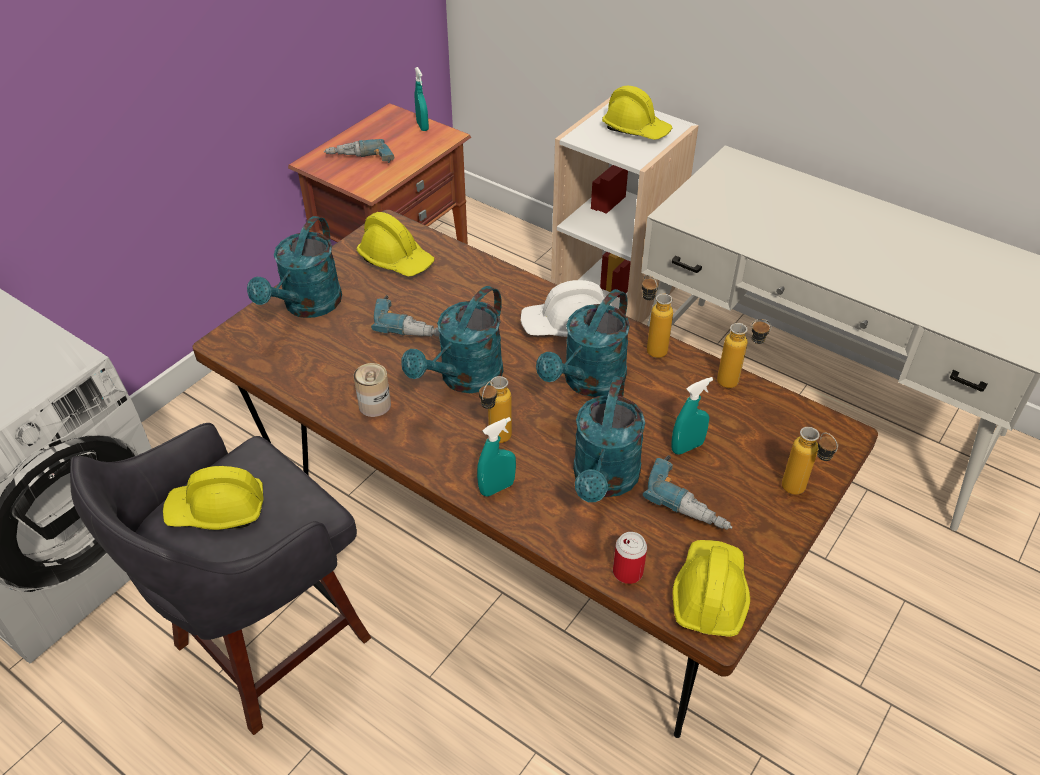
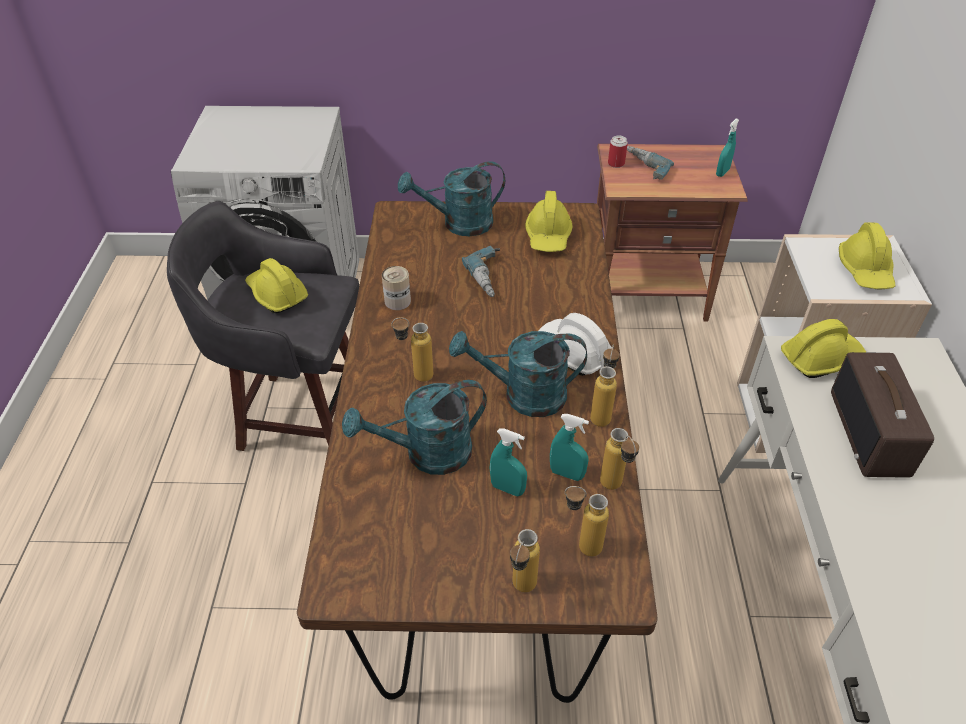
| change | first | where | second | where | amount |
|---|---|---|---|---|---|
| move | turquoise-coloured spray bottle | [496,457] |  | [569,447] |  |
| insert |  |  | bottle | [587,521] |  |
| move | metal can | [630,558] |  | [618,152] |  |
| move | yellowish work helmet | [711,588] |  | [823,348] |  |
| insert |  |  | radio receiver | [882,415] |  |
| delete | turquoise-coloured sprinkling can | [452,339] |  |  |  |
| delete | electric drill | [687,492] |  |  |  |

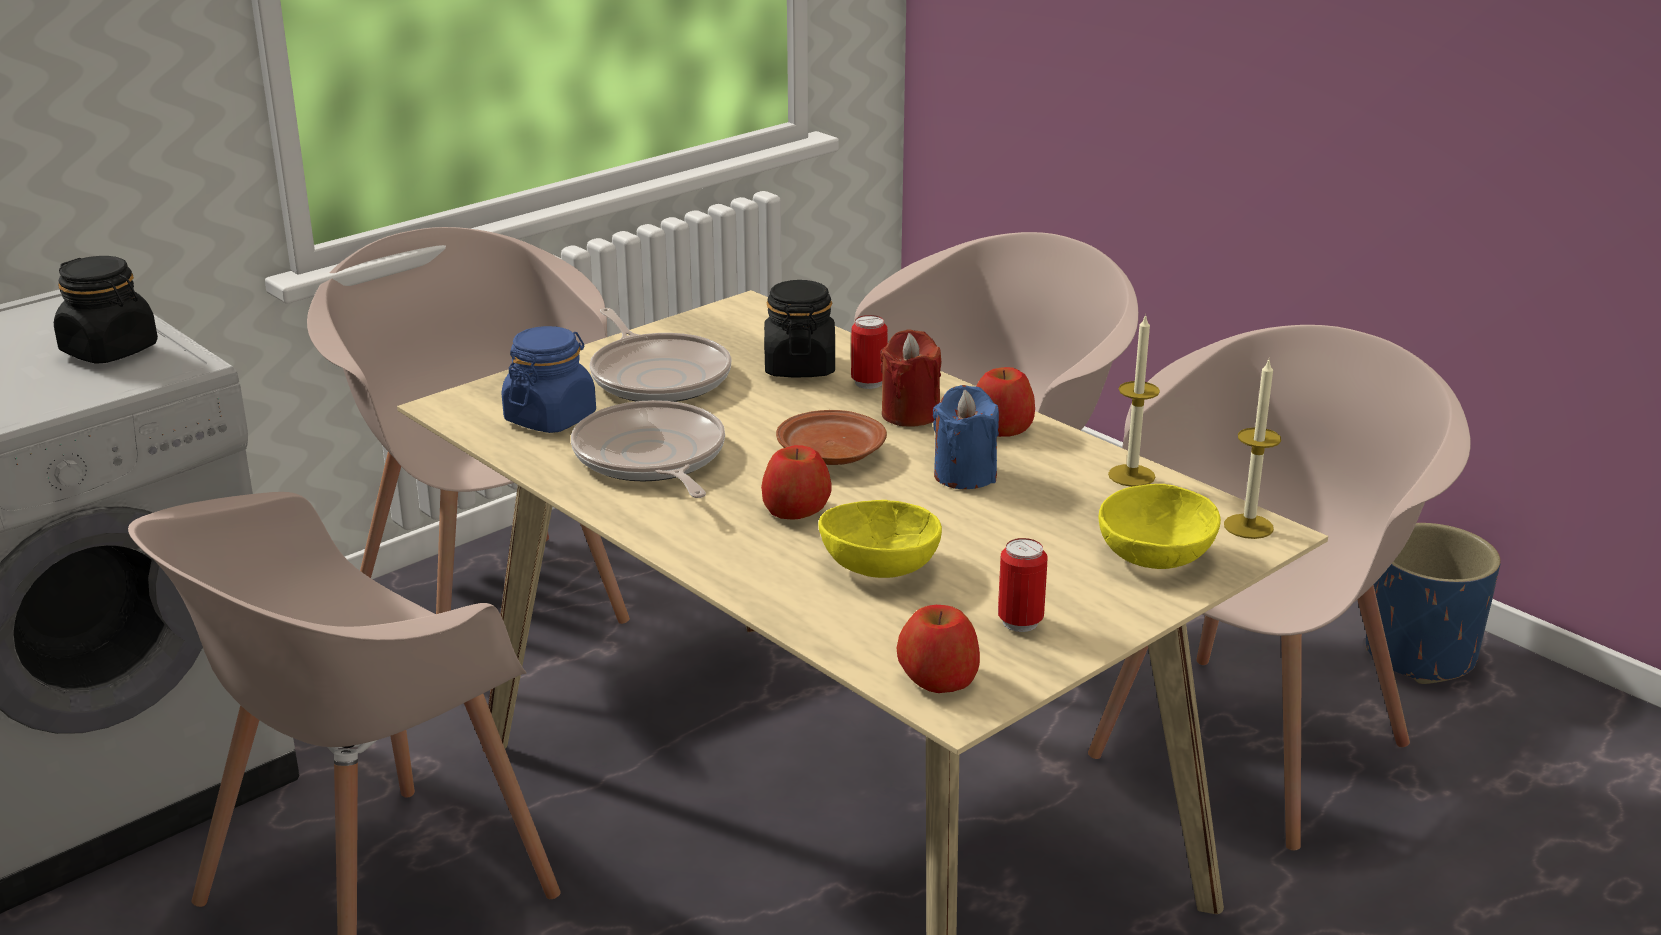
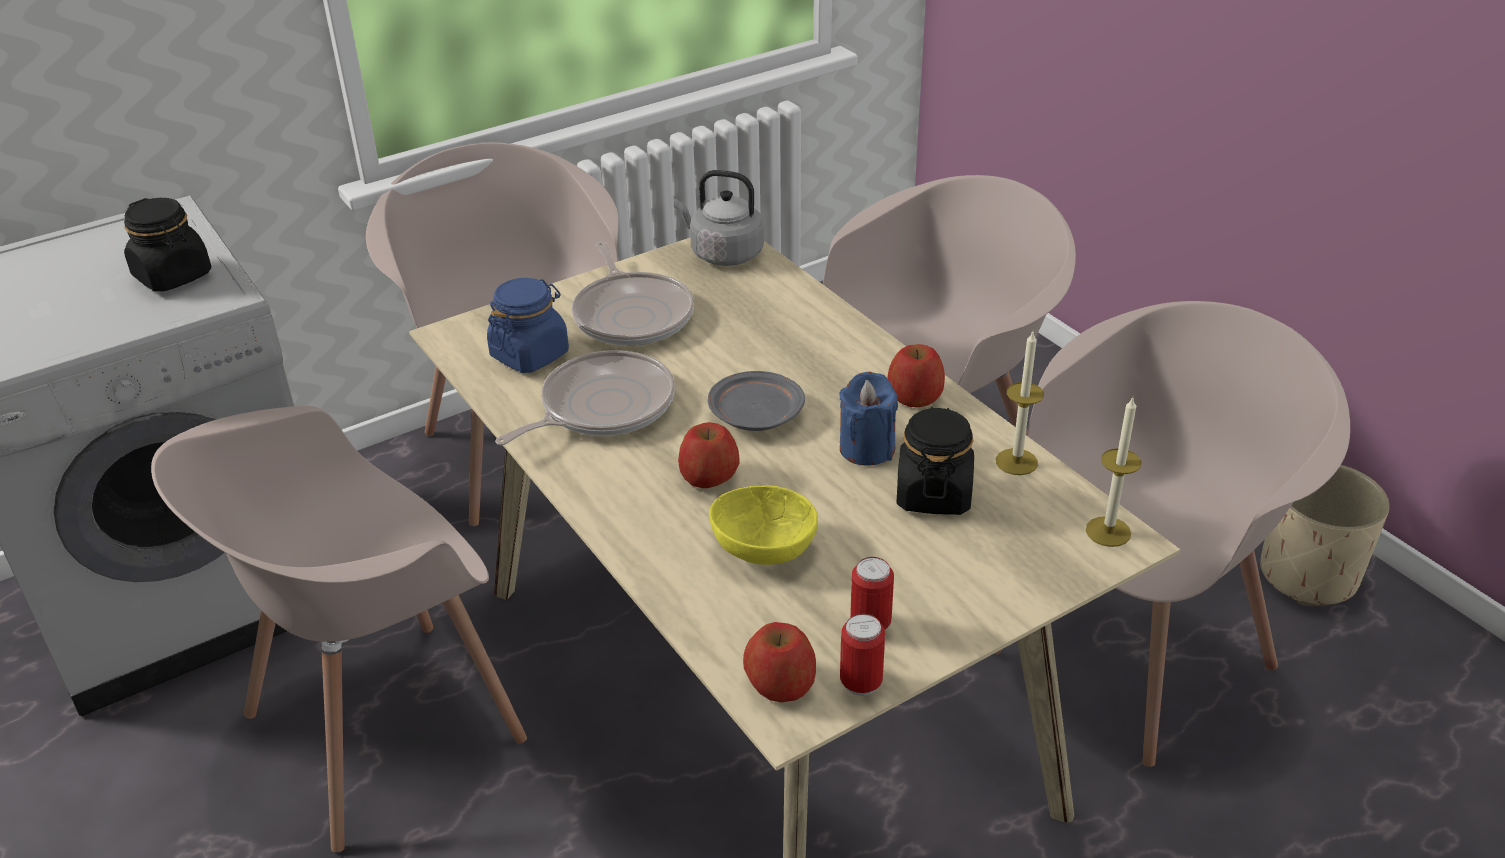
| change | first | where | second | where | amount |
|---|---|---|---|---|---|
| rotate | pan | [648,449] |  | [585,397] | 60 degrees clockwise |
| insert |  |  | greyish water kettle | [719,218] |  |
| recolor | brown dinner plate | [831,437] | greyish dinner plate | [756,401] |  |
| move | metal can | [869,352] |  | [862,655] |  |
| move | black-coloured jar | [799,329] |  | [935,461] |  |
| recolor | blue-coloured flower pot | [1433,603] | beige flower pot | [1325,535] |  |
| delete | red-coloured wax candle | [911,378] |  |  |  |
| delete | yellowish bowl | [1159,526] |  |  |  |

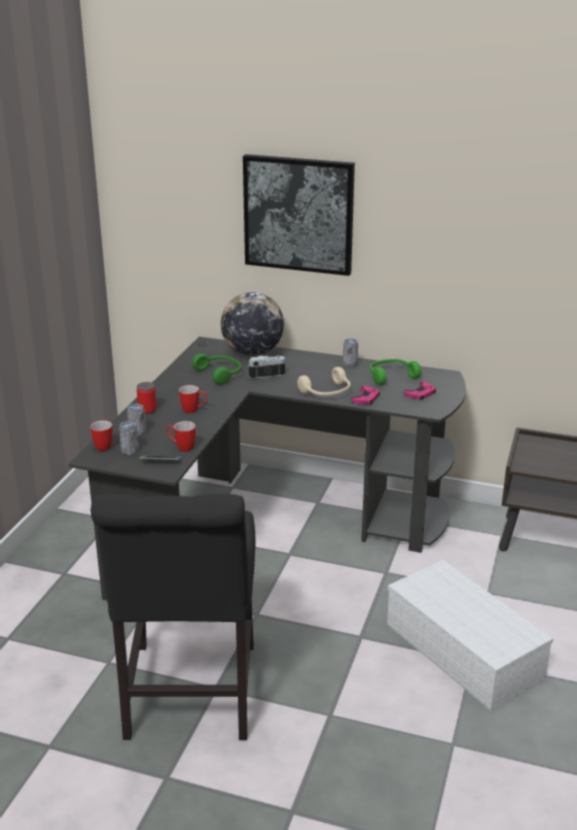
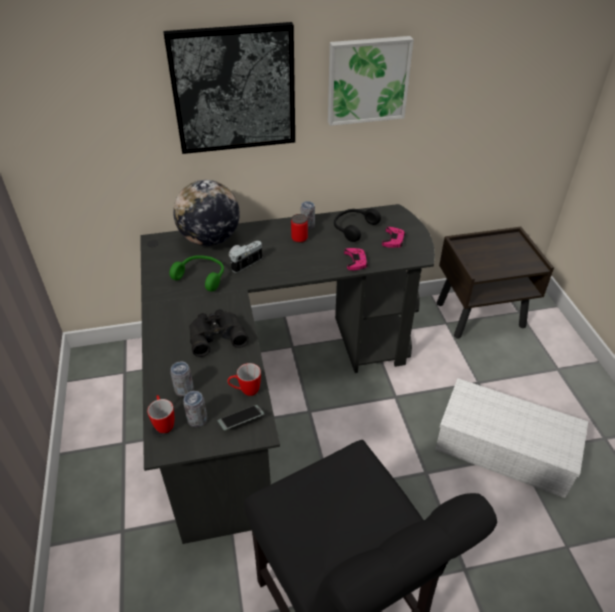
| change | first | where | second | where | amount |
|---|---|---|---|---|---|
| replace | tea mug | [193,399] | black-coloured binoculars | [219,333] |  |
| move | metal can | [147,398] |  | [299,228] |  |
| insert |  |  | wall picture | [371,81] |  |
| recolor | green pair of headphones | [395,372] | black-coloured pair of headphones | [357,225] |  |
| delete | beige pair of headphones | [324,381] |  |  |  |

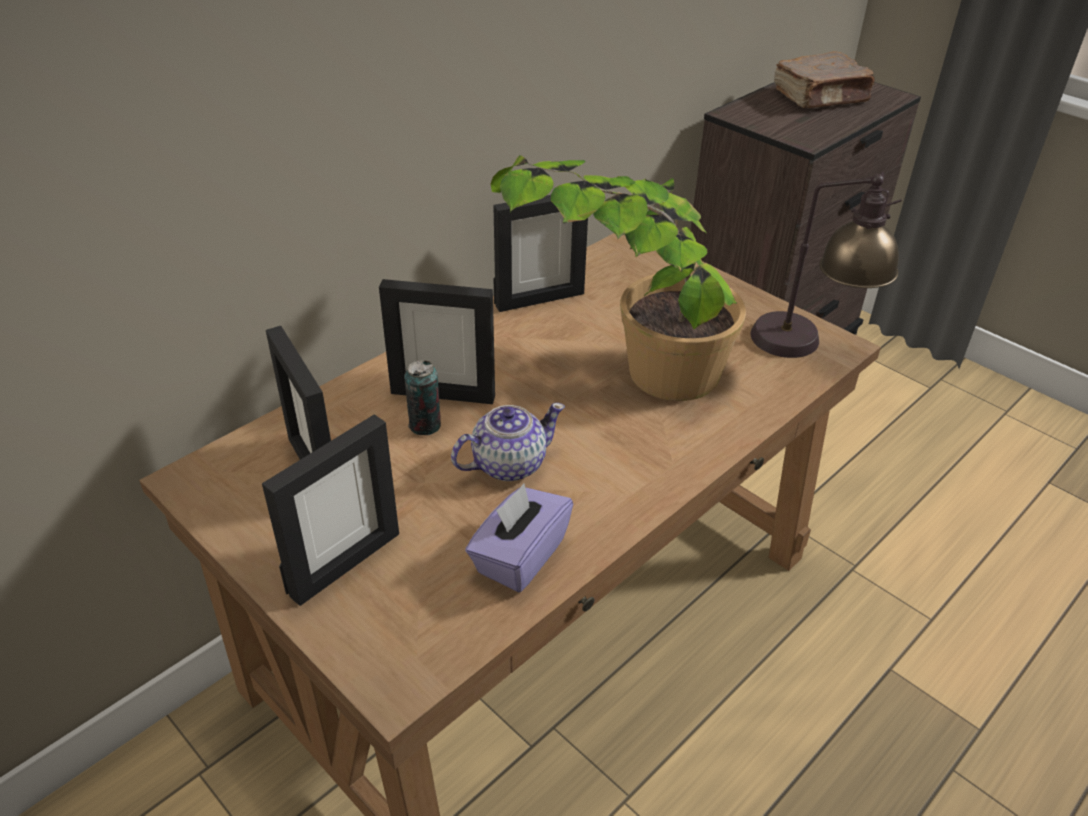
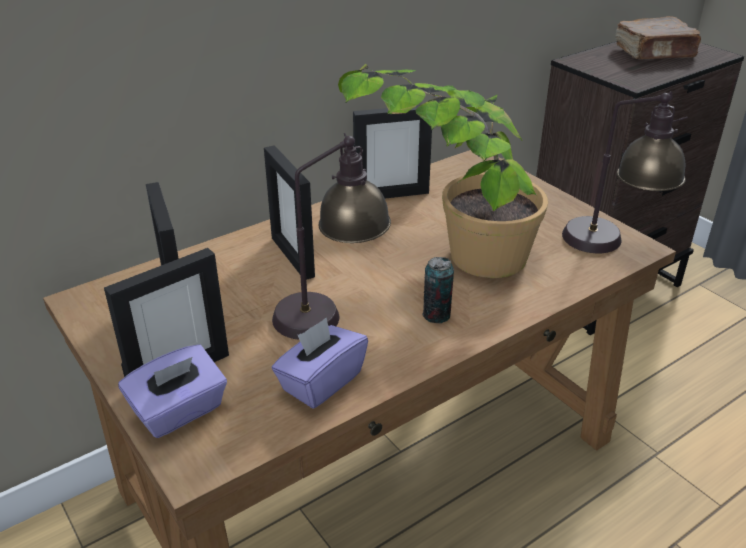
| change | first | where | second | where | amount |
|---|---|---|---|---|---|
| insert |  |  | purple-coloured tissue holder | [172,391] |  |
| rotate | picture frame | [437,341] |  | [289,212] | 45 degrees clockwise |
| replace | tea pot | [508,442] | lamp for a table | [331,236] |  |
| move | metal can | [422,397] |  | [438,290] |  |

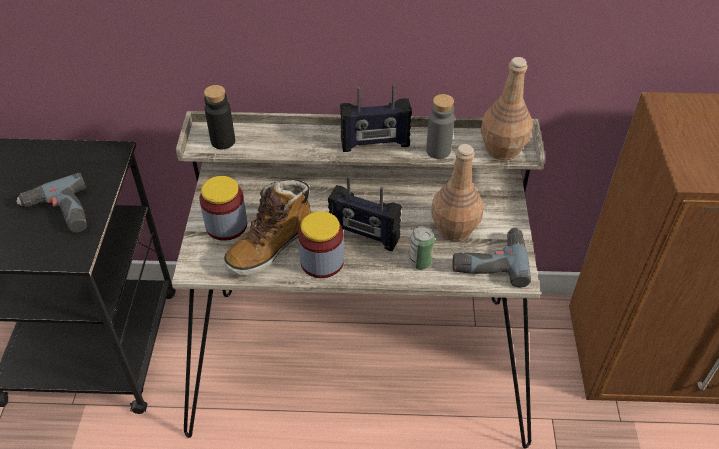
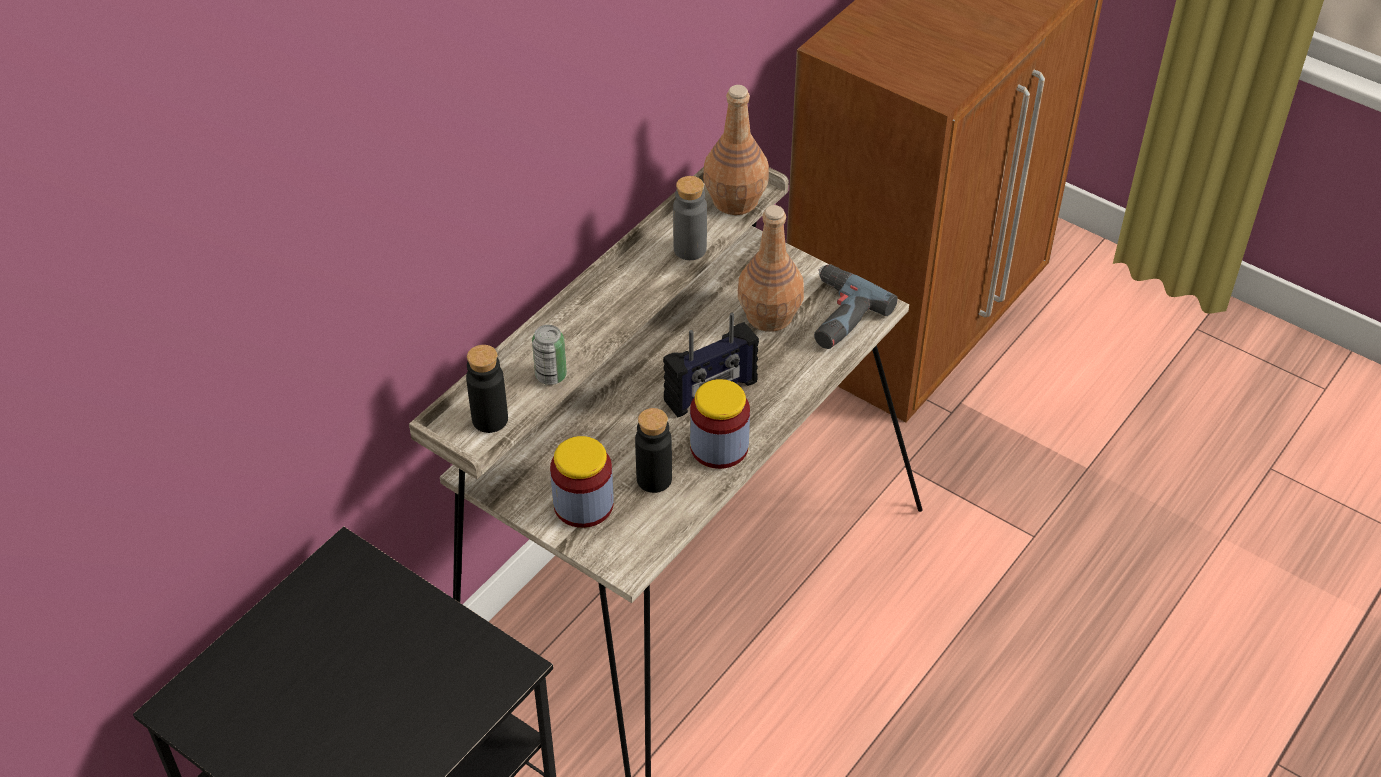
| change | first | where | second | where | amount |
|---|---|---|---|---|---|
| move | metal can | [422,248] |  | [549,355] |  |
| replace | tall boot | [267,227] | black-coloured bottle | [653,450] |  |
| delete | electric drill | [52,203] |  |  |  |
| delete | radio receiver | [376,118] |  |  |  |

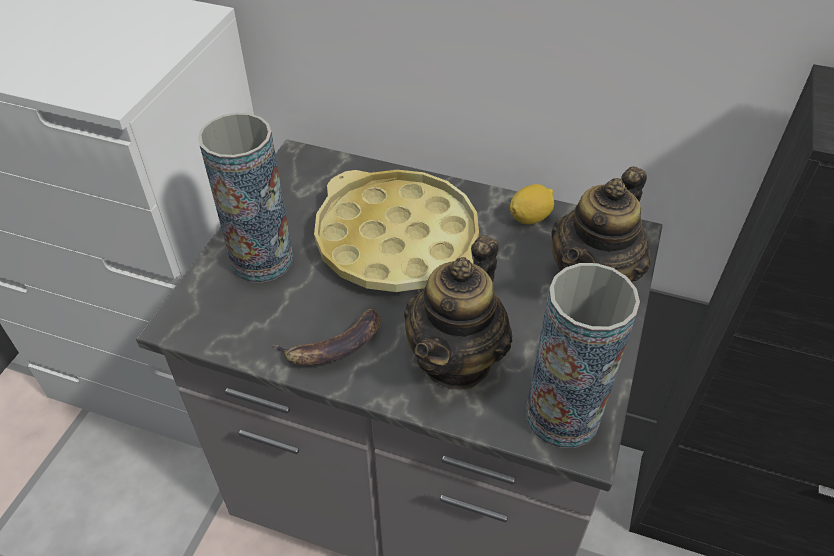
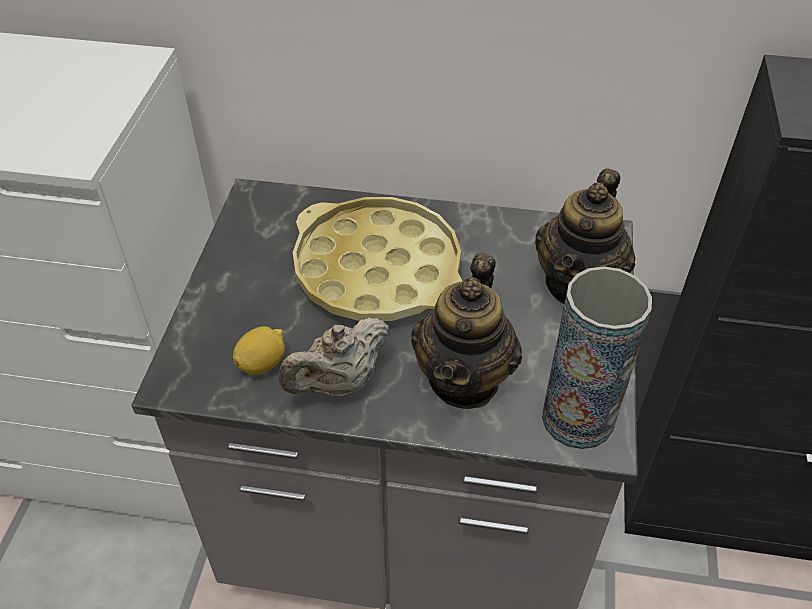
| change | first | where | second | where | amount |
|---|---|---|---|---|---|
| move | lemon | [532,204] |  | [259,350] |  |
| replace | banana | [326,336] | beige tea pot | [334,356] |  |
| delete | vase | [245,198] |  |  |  |

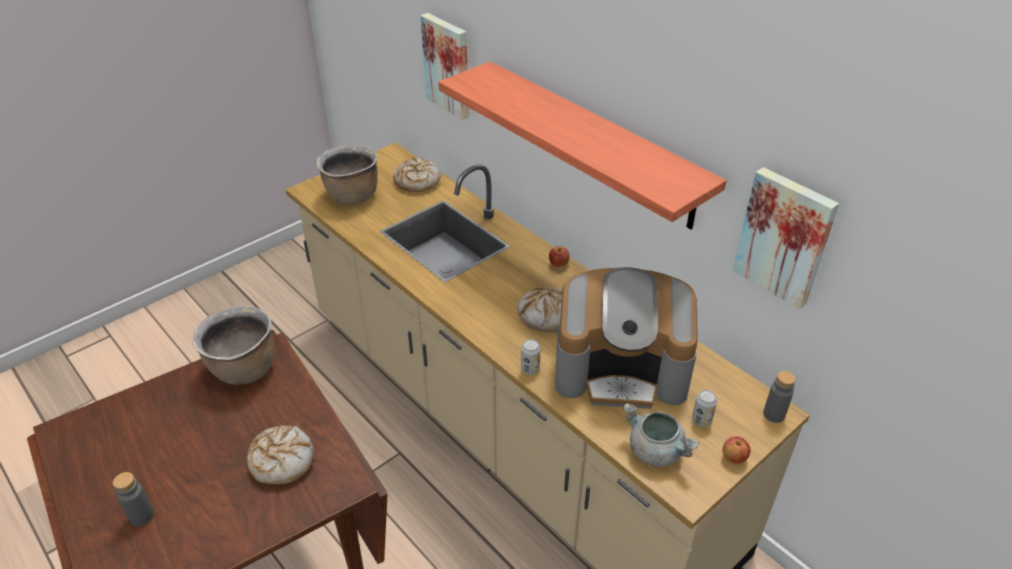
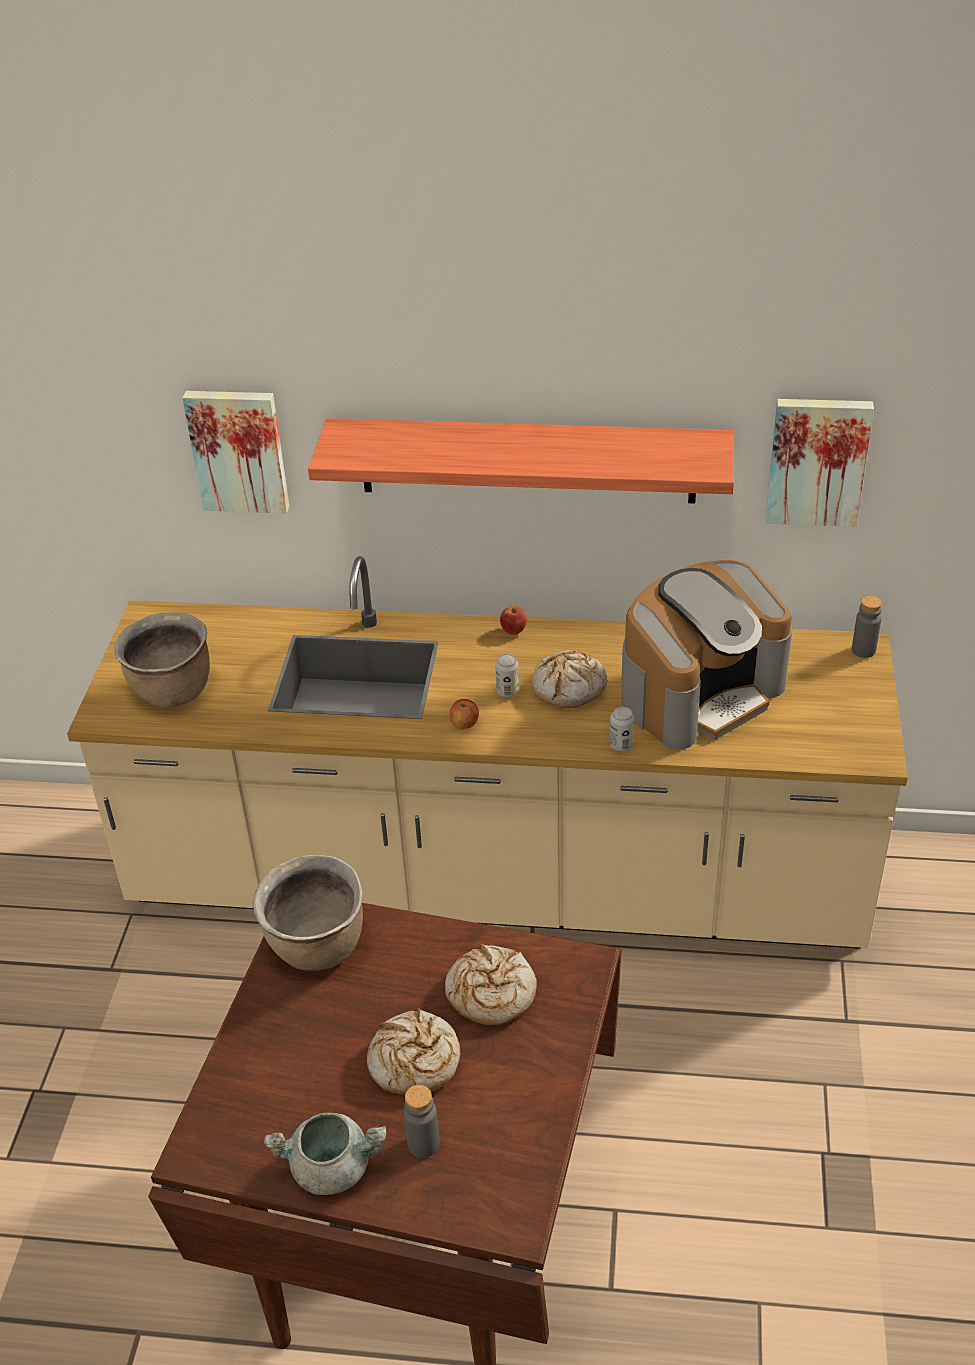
| change | first | where | second | where | amount |
|---|---|---|---|---|---|
| move | greyish stockpot | [661,435] |  | [325,1153] |  |
| move | bakery bread | [417,174] |  | [413,1051] |  |
| move | apple | [736,450] |  | [464,714] |  |
| move | metal can | [704,408] |  | [507,675] |  |

